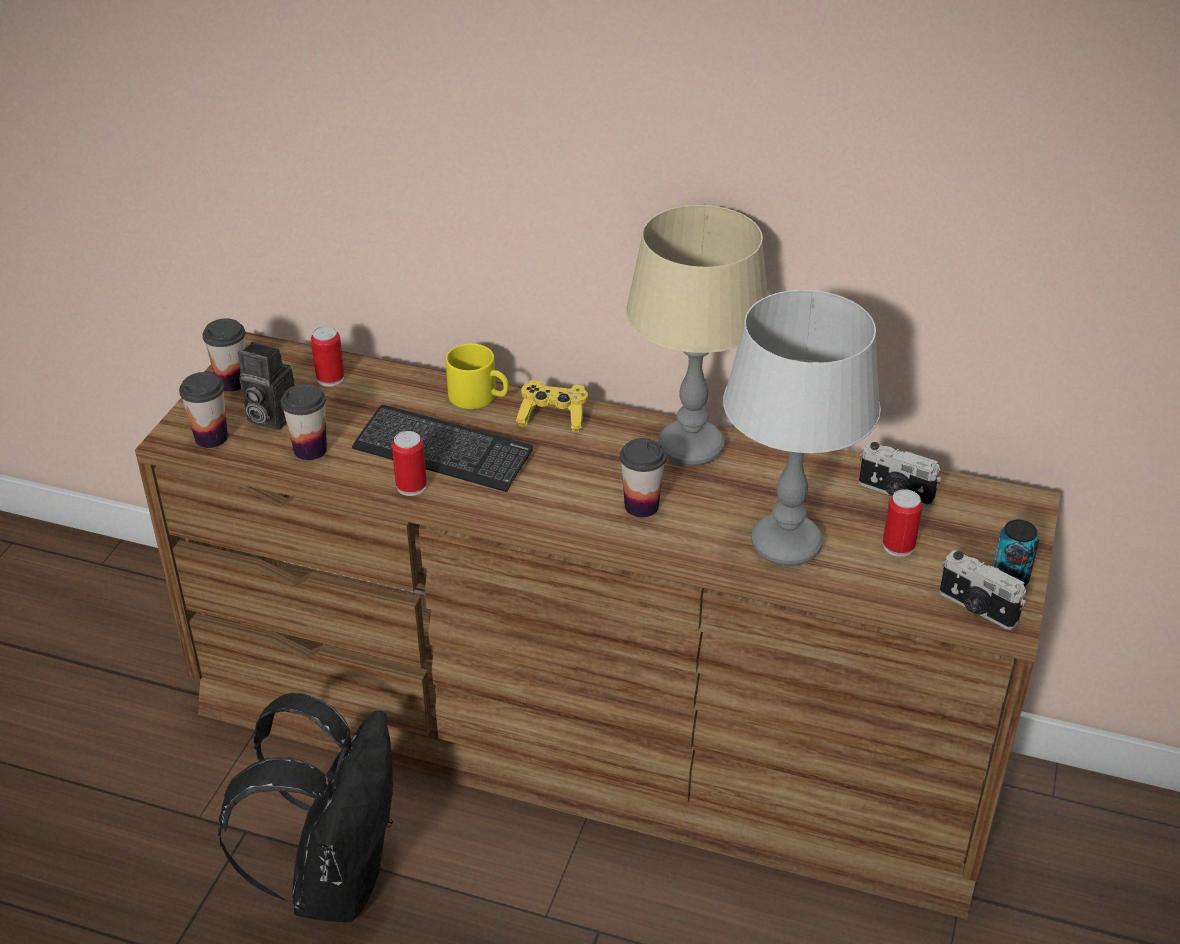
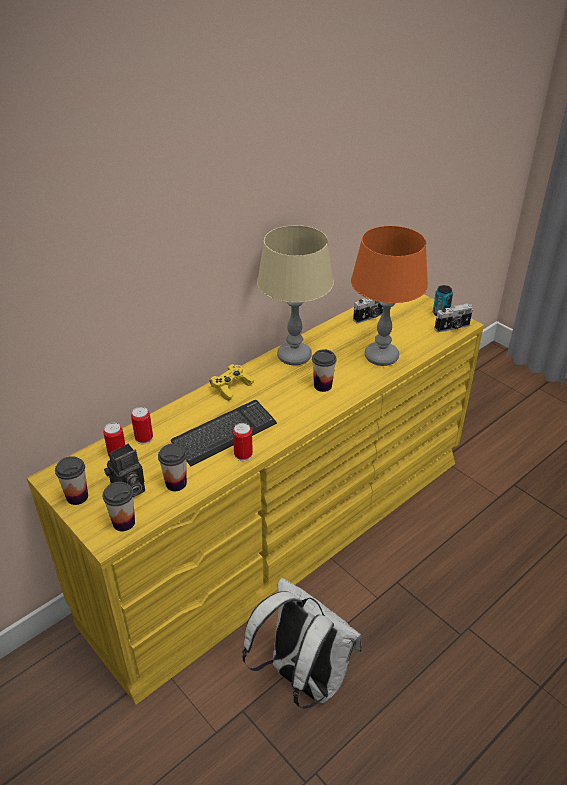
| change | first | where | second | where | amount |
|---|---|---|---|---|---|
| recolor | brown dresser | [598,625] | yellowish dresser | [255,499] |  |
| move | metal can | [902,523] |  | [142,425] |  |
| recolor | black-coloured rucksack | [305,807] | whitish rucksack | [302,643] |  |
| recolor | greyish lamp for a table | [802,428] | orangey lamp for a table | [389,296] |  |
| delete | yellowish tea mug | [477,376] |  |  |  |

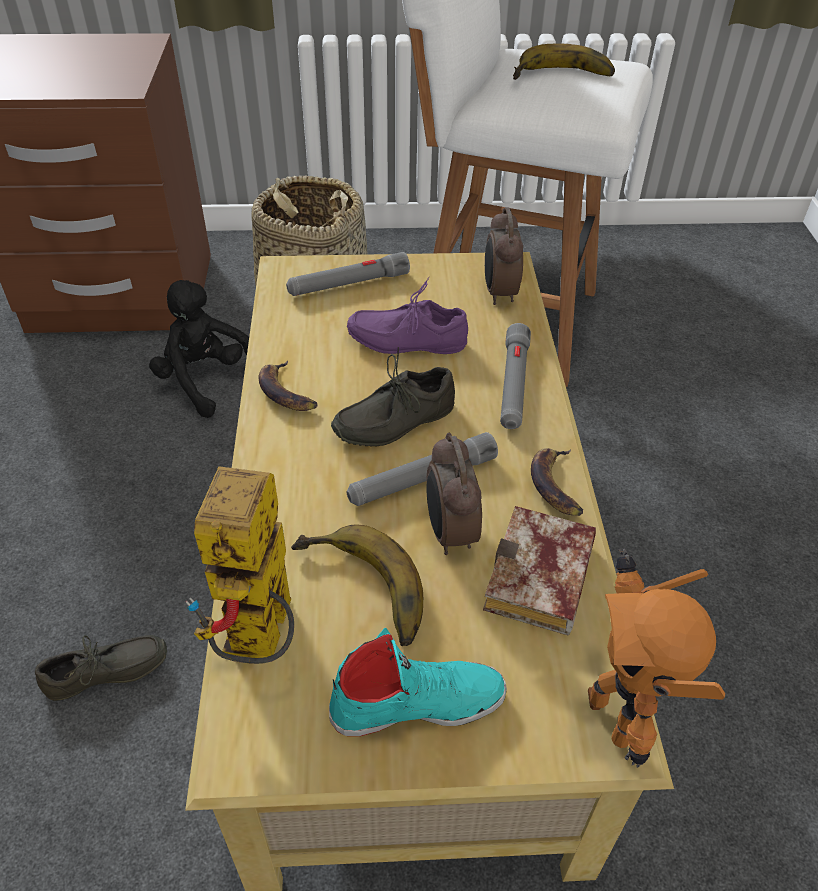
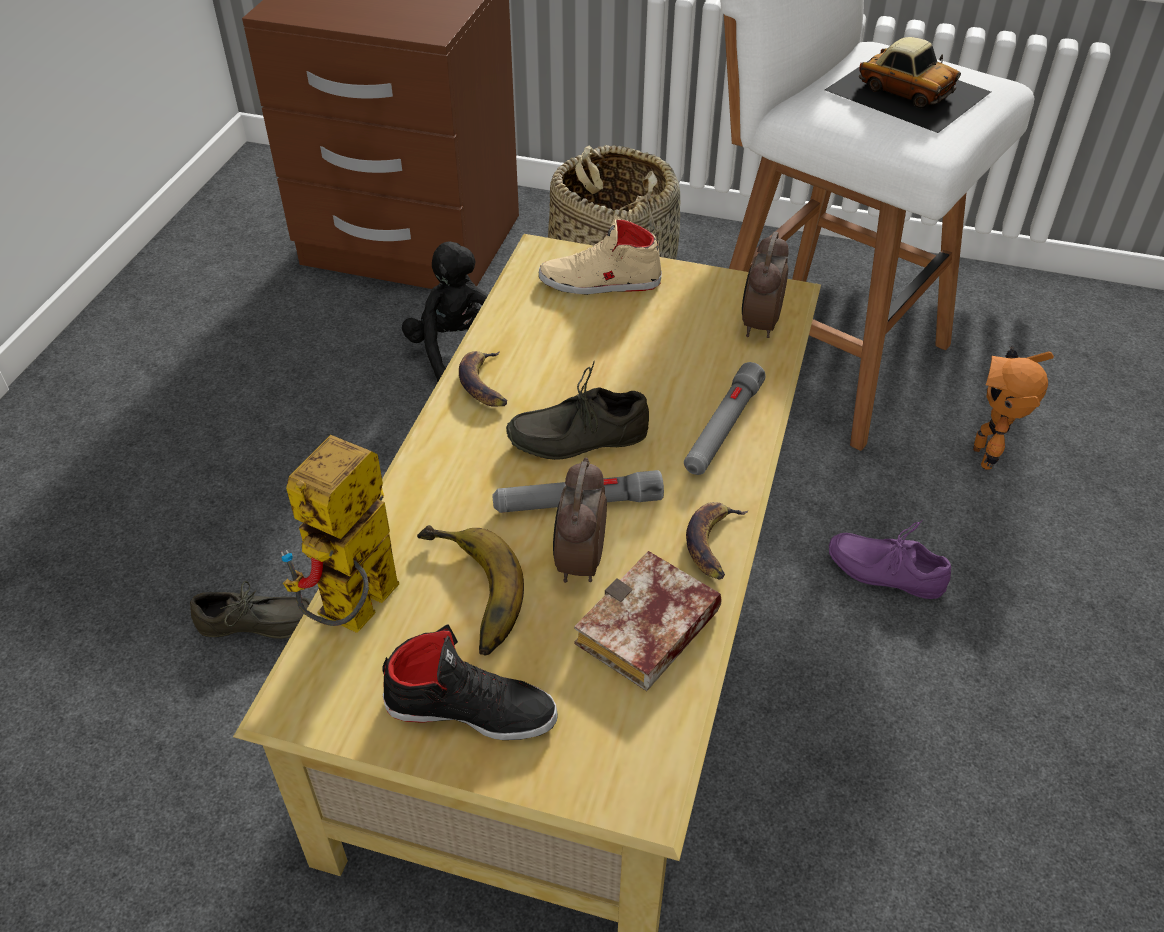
| change | first | where | second | where | amount |
|---|---|---|---|---|---|
| recolor | turquoise-coloured low shoe | [418,682] | black-coloured low shoe | [470,682] |  |
| replace | greyish flashlight | [348,274] | beige low shoe | [600,255] |  |
| replace | banana | [564,61] | miniature car | [908,85] |  |
| move | purple-coloured low shoe | [407,315] |  | [890,559] |  |
| move | toy robot | [656,658] |  | [1013,407] |  |

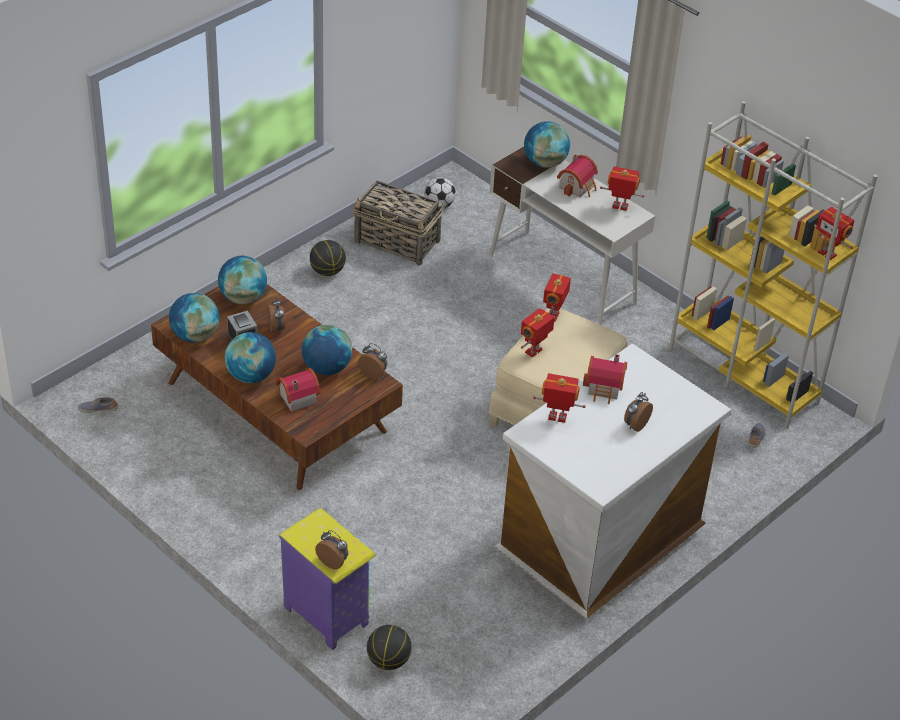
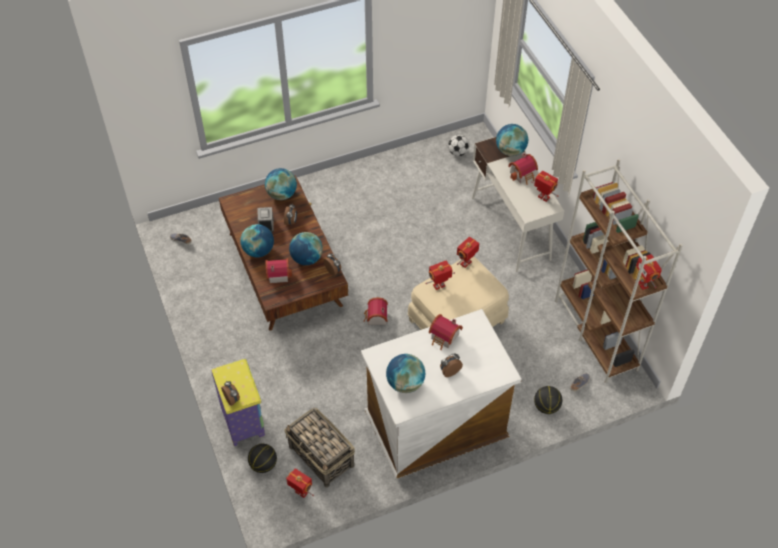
| change | first | where | second | where | amount |
|---|---|---|---|---|---|
| move | basket | [398,223] |  | [319,448] |  |
| move | toy robot | [559,398] |  | [300,483] |  |
| insert |  |  | toy house | [376,311] |  |
| move | globe | [194,318] |  | [405,373] |  |
| move | basketball ball | [328,258] |  | [548,400] |  |
| recolor | yellowish bookcase | [773,265] | brown bookcase | [619,271] |  |

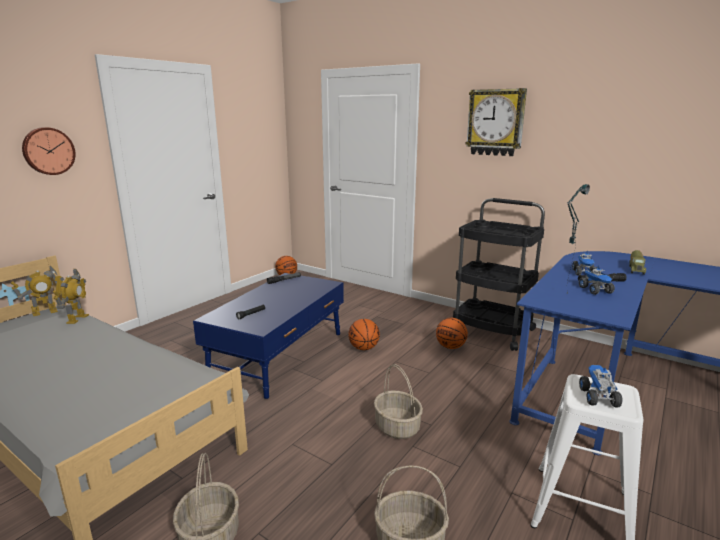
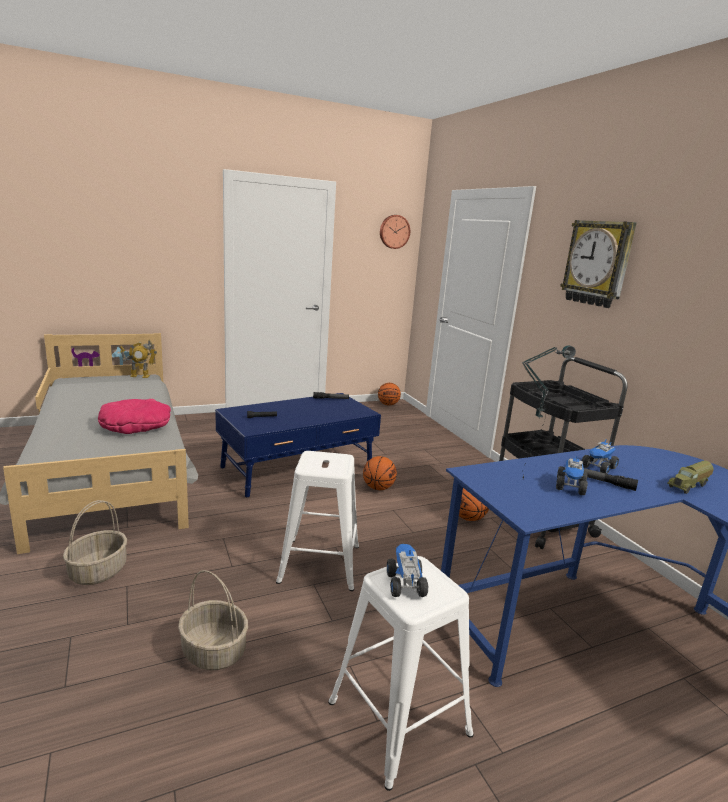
| change | first | where | second | where | amount |
|---|---|---|---|---|---|
| insert |  |  | pinkish throw pillow | [134,416] |  |
| replace | basket | [398,401] | whitish stool | [317,521] |  |
| move | hanging clock | [49,151] |  | [395,232] |  |
| rotate | toy truck | [601,386] |  | [407,570] | 45 degrees counterclockwise |
| delete | toy robot | [71,296] |  |  |  |

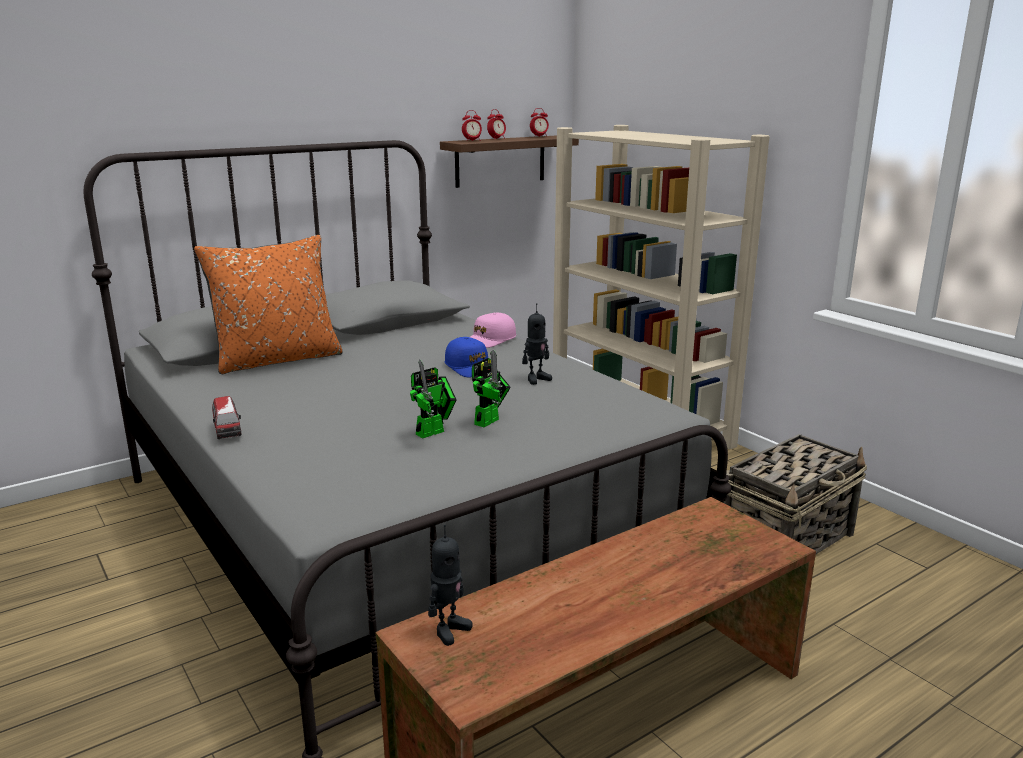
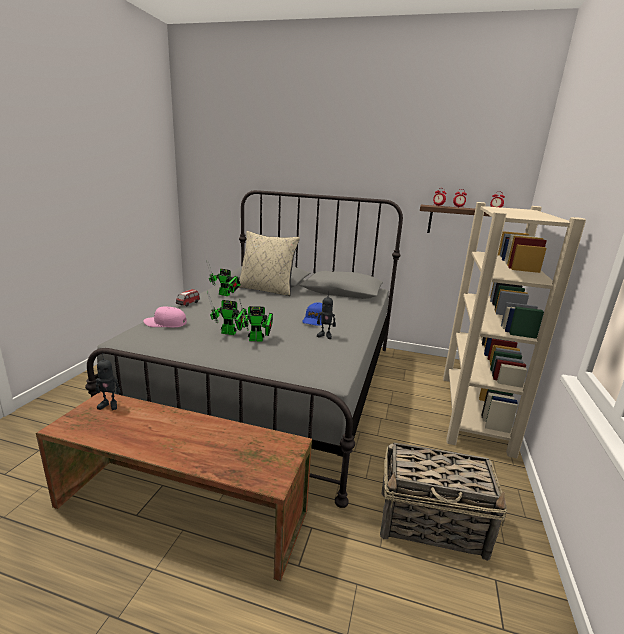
| change | first | where | second | where | amount |
|---|---|---|---|---|---|
| move | pinkish baseball cap | [493,330] |  | [165,317] |  |
| insert |  |  | toy robot | [224,278] |  |
| recolor | orangey throw pillow | [268,304] | beige throw pillow | [269,263] |  |

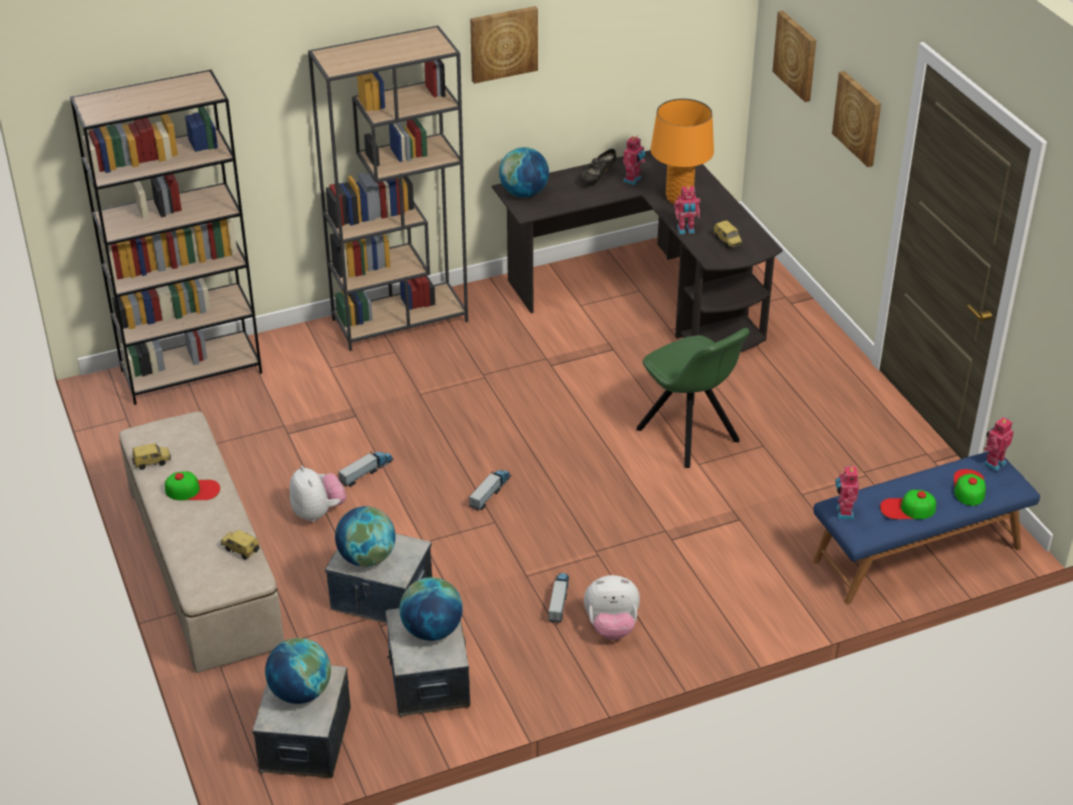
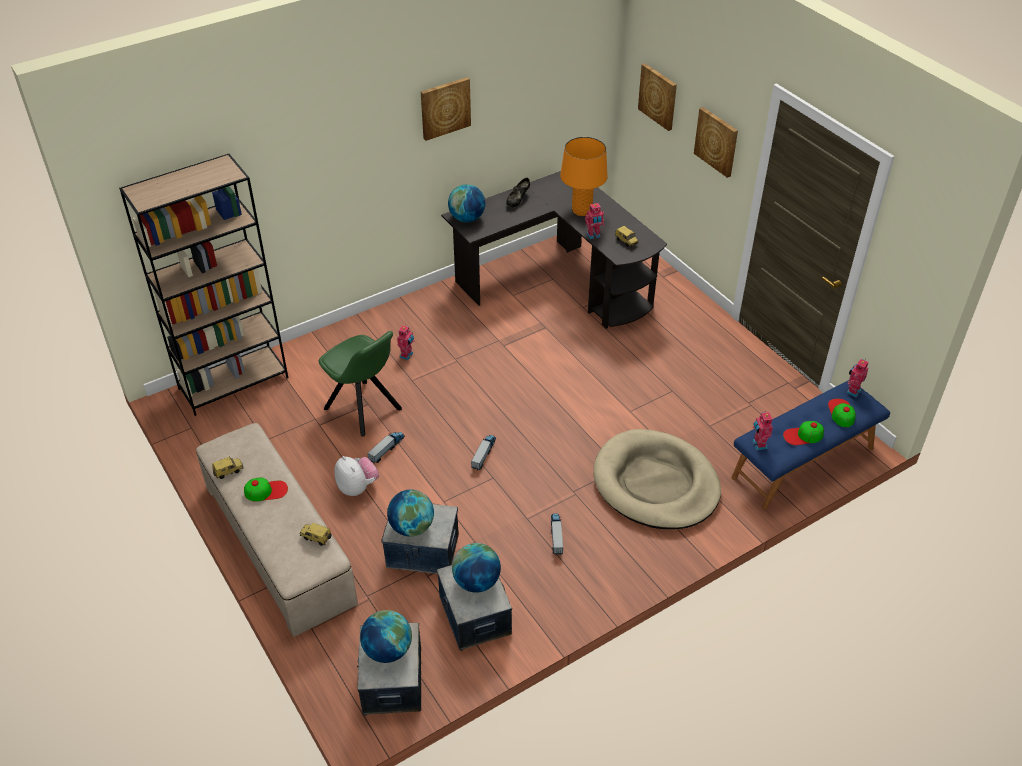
| change | first | where | second | where | amount |
|---|---|---|---|---|---|
| move | green upright chair | [692,398] |  | [360,383] |  |
| move | toy robot | [634,160] |  | [405,342] |  |
| insert |  |  | beige dog cushion | [657,479] |  |
| delete | bookcase | [388,188] |  |  |  |
| delete | plush toy | [612,607] |  |  |  |

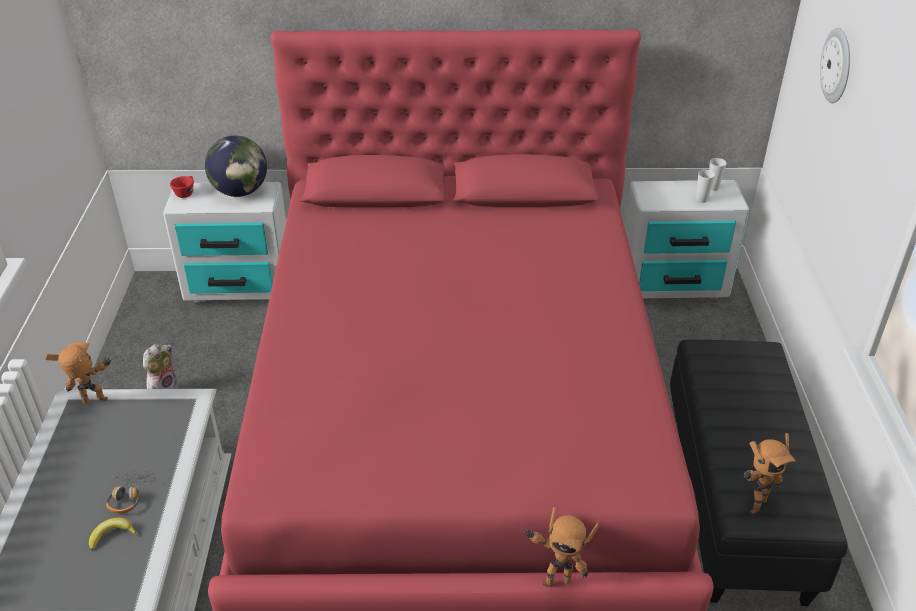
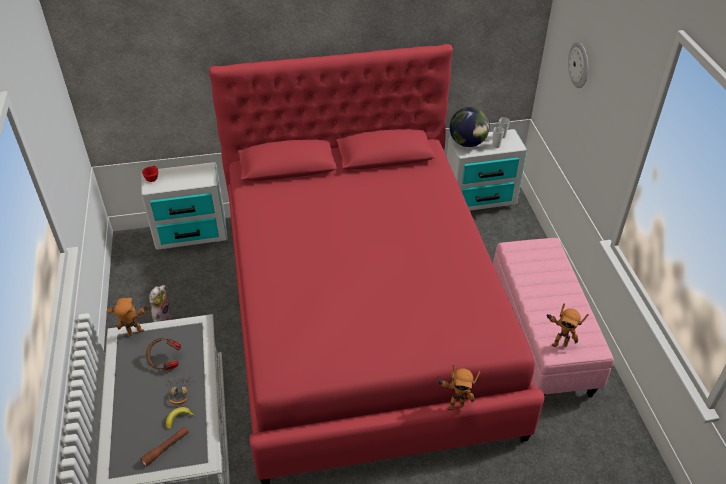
| change | first | where | second | where | amount |
|---|---|---|---|---|---|
| insert |  |  | brown flashlight | [164,446] |  |
| insert |  |  | brown pair of headphones | [163,354] |  |
| move | globe | [236,166] |  | [470,127] |  |
| recolor | black-coloured footrest | [759,472] | pinkish footrest | [553,317] |  |
| rotate | toy robot | [770,474] |  | [567,325] | 60 degrees clockwise |

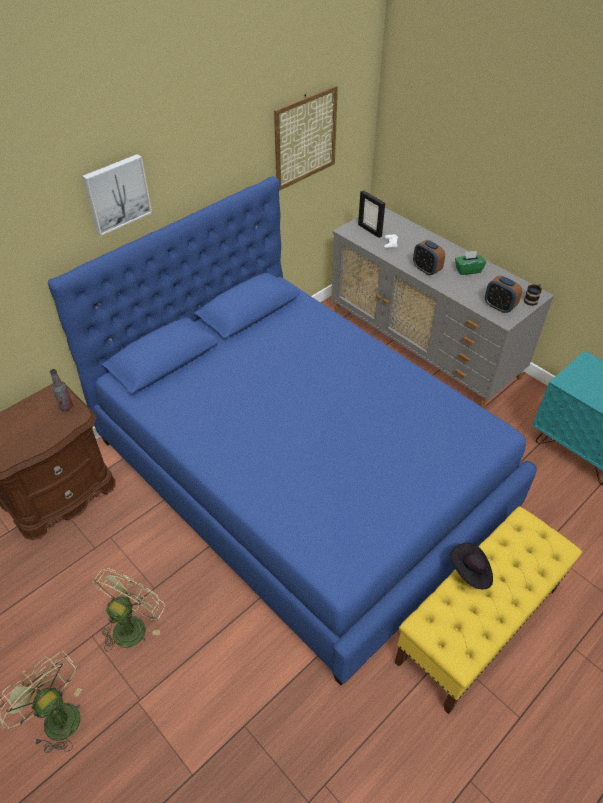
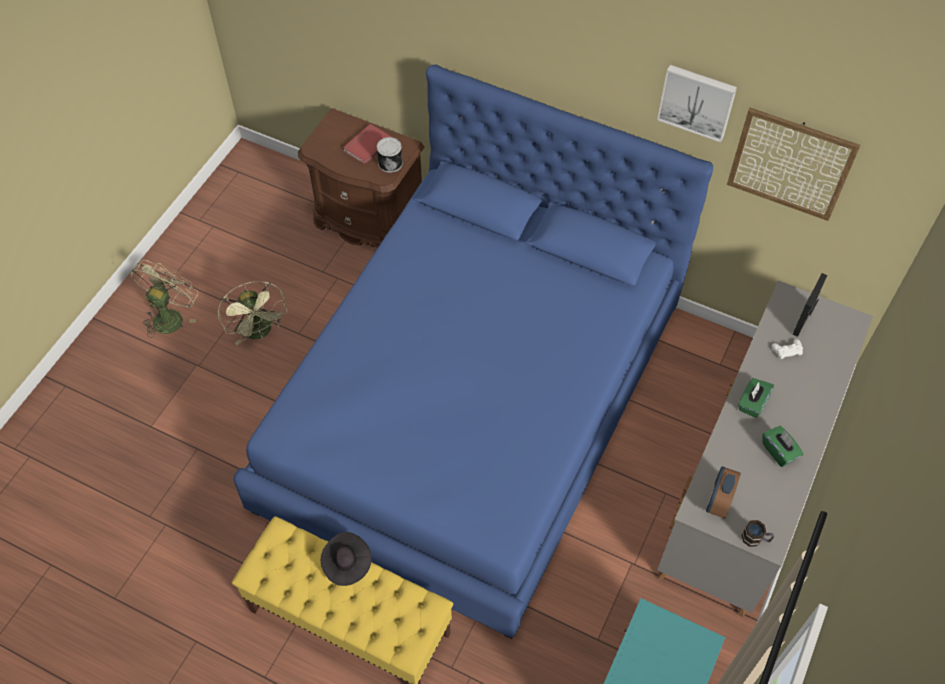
| change | first | where | second | where | amount |
|---|---|---|---|---|---|
| rotate | green electric fan | [128,610] |  | [252,313] | 60 degrees clockwise |
| insert |  |  | red-coloured book | [367,144] |  |
| replace | bottle | [61,390] | metal can | [390,154] |  |
| move | wall picture | [117,195] |  | [697,104] |  |
| replace | bedside clock | [429,258] | green tissue holder | [756,398] |  |

